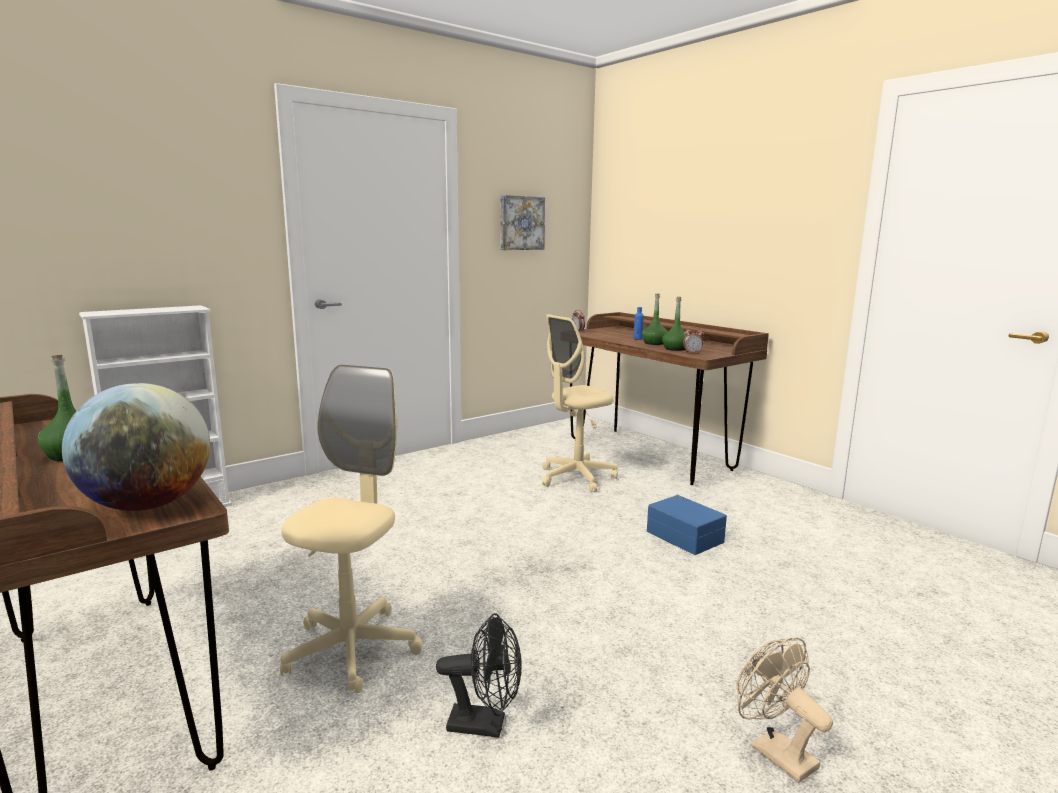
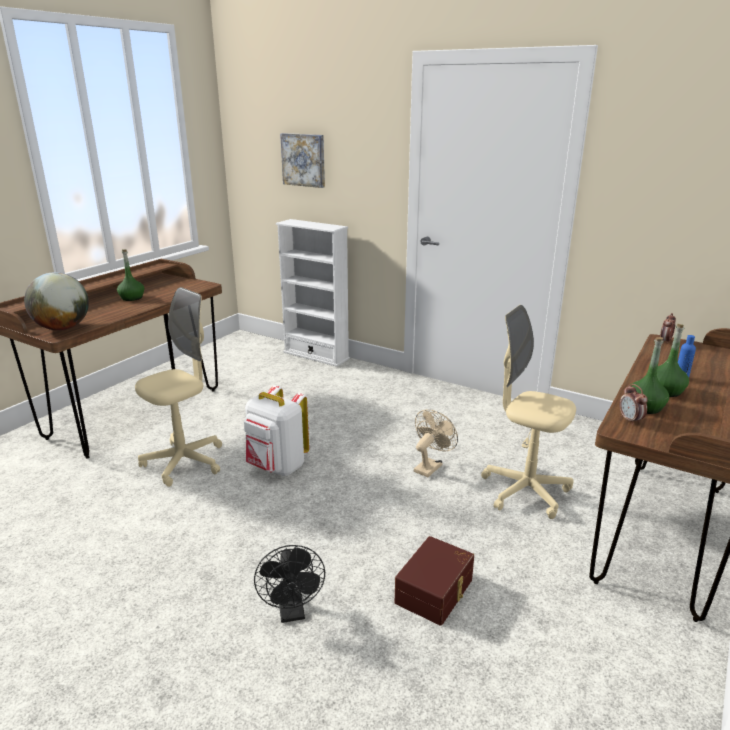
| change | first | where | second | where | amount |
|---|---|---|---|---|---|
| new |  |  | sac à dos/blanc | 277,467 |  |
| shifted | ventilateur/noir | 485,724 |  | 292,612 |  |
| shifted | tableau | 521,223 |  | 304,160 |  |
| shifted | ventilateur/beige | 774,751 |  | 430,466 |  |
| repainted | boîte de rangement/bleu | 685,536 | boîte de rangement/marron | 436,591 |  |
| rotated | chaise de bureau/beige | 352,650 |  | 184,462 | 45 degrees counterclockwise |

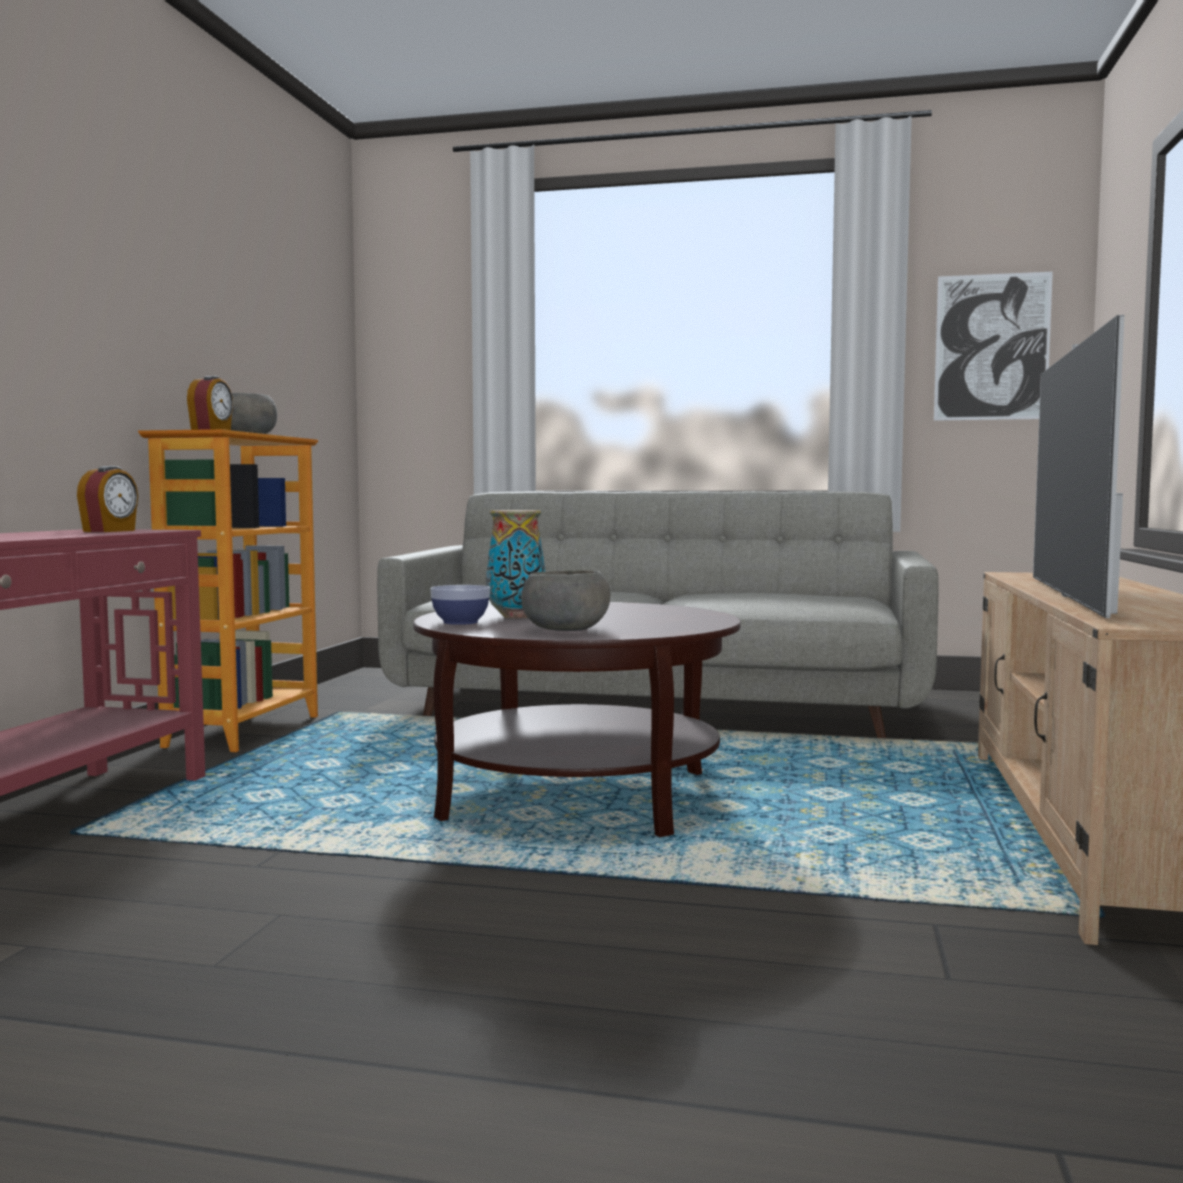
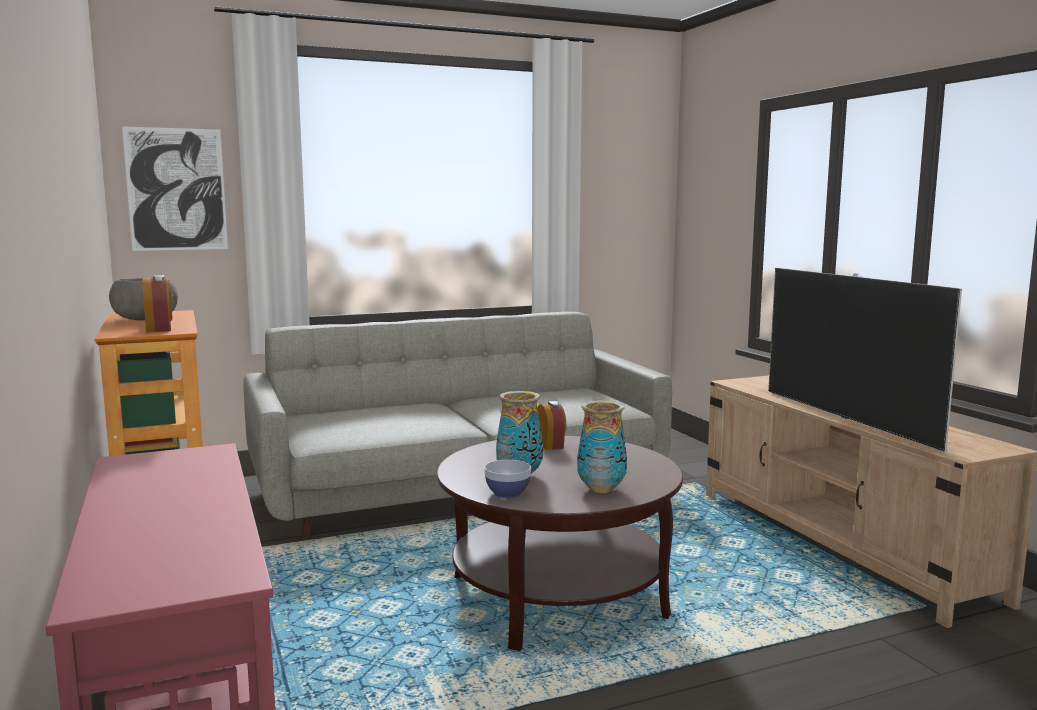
| change | first | where | second | where | amount |
|---|---|---|---|---|---|
| shifted | réveil | 110,531 |  | 551,445 |  |
| shifted | tableau | 992,347 |  | 176,189 |  |
| swapped | bol/gris | 565,629 | vase | 601,489 |  |

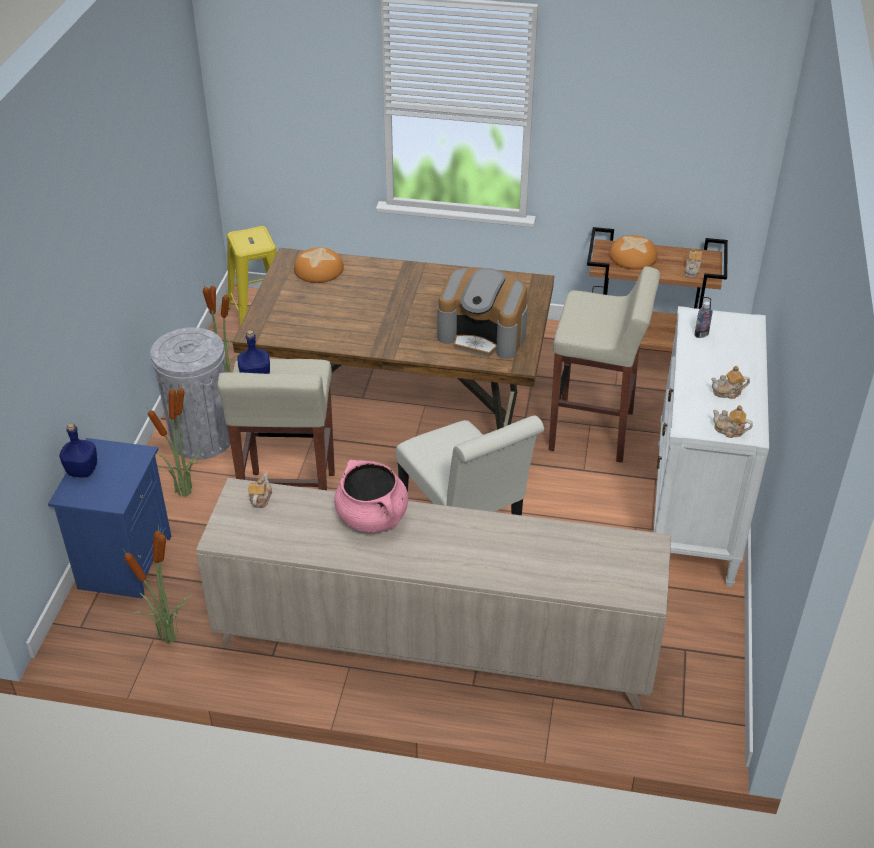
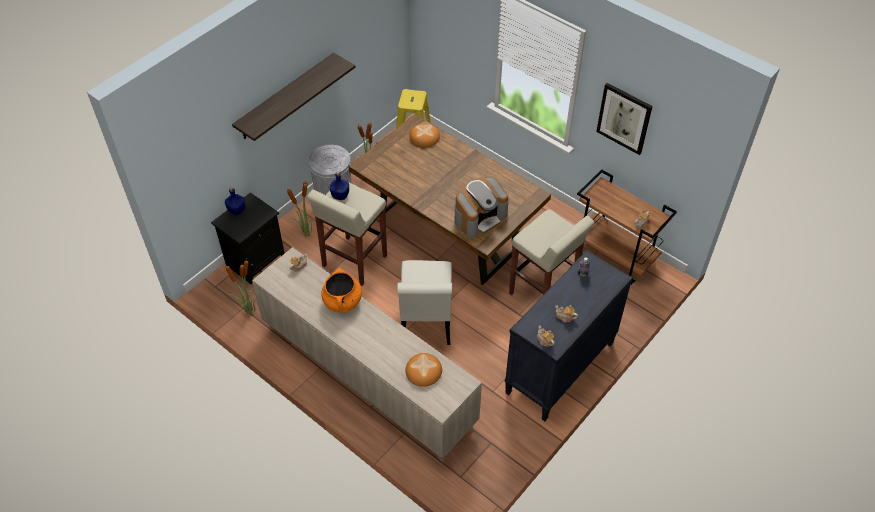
| change | first | where | second | where | amount |
|---|---|---|---|---|---|
| new |  |  | étagère | 286,97 |  |
| new |  |  | tableau | 624,118 |  |
| shifted | pain | 633,257 |  | 423,371 |  |
| repainted | table de chevet/bleu | 124,560 | table de chevet/noir | 255,259 |  |
| repainted | marmite/rose | 372,517 | marmite/orange | 342,301 |  |
| repainted | commode/blanc | 694,513 | commode/noir | 559,369 |  |
| rotated | machine à café | 483,335 |  | 480,217 | 90 degrees counterclockwise |

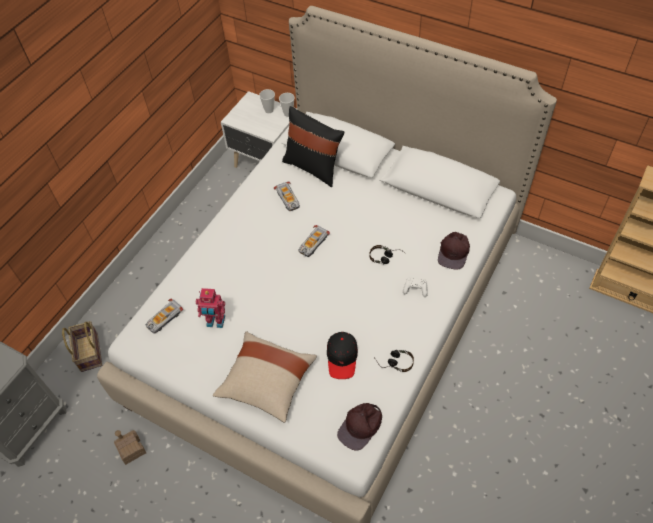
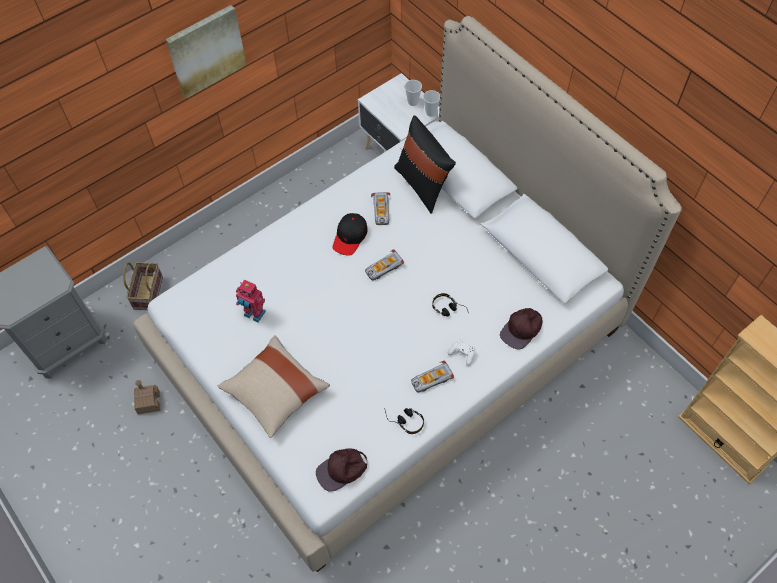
| change | first | where | second | where | amount |
|---|---|---|---|---|---|
| new |  |  | tableau | 206,50 |  |
| shifted | petite voiture | 164,318 |  | 431,379 |  |
| shifted | casquette/noir | 342,357 |  | 350,237 |  |

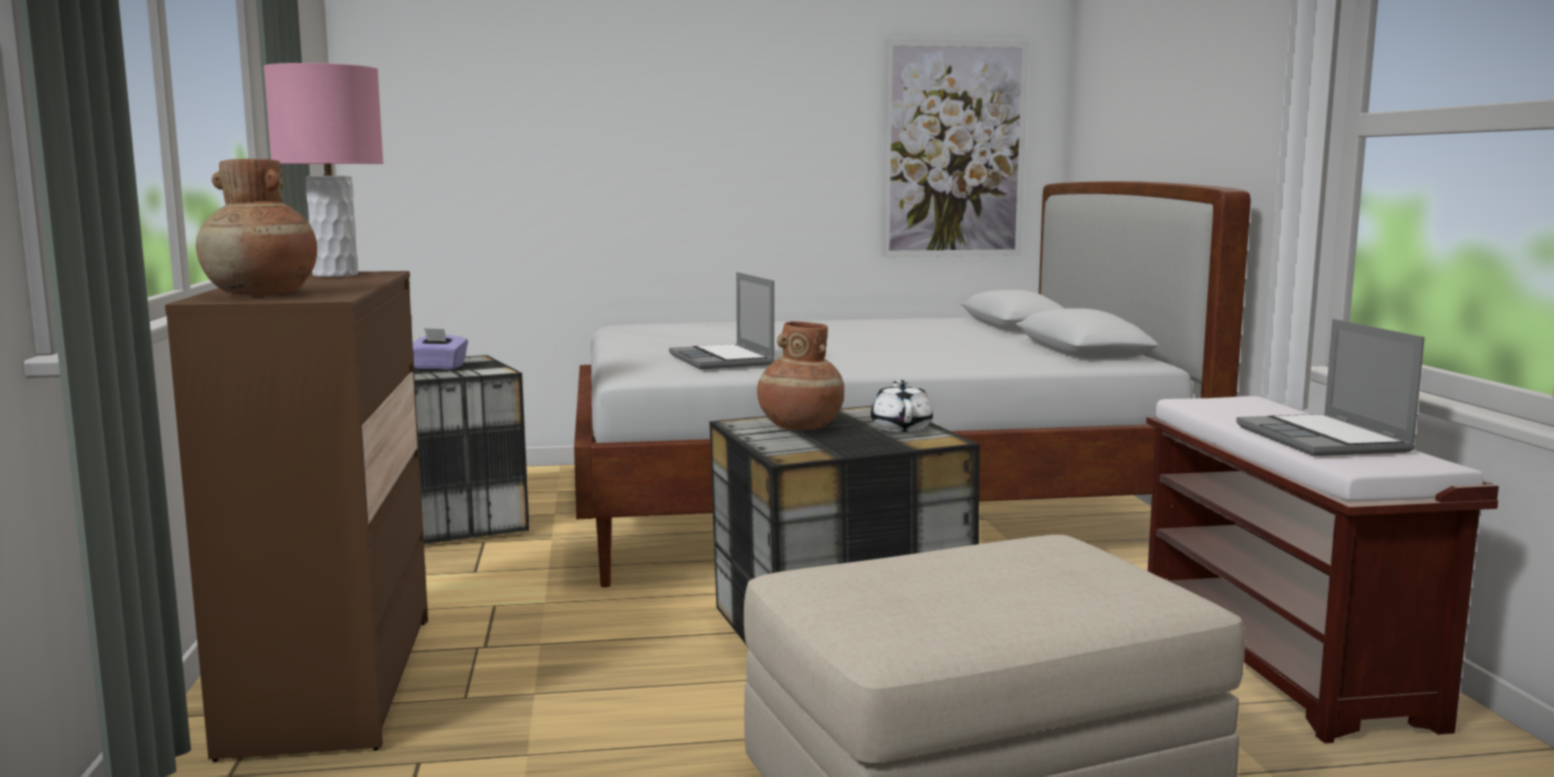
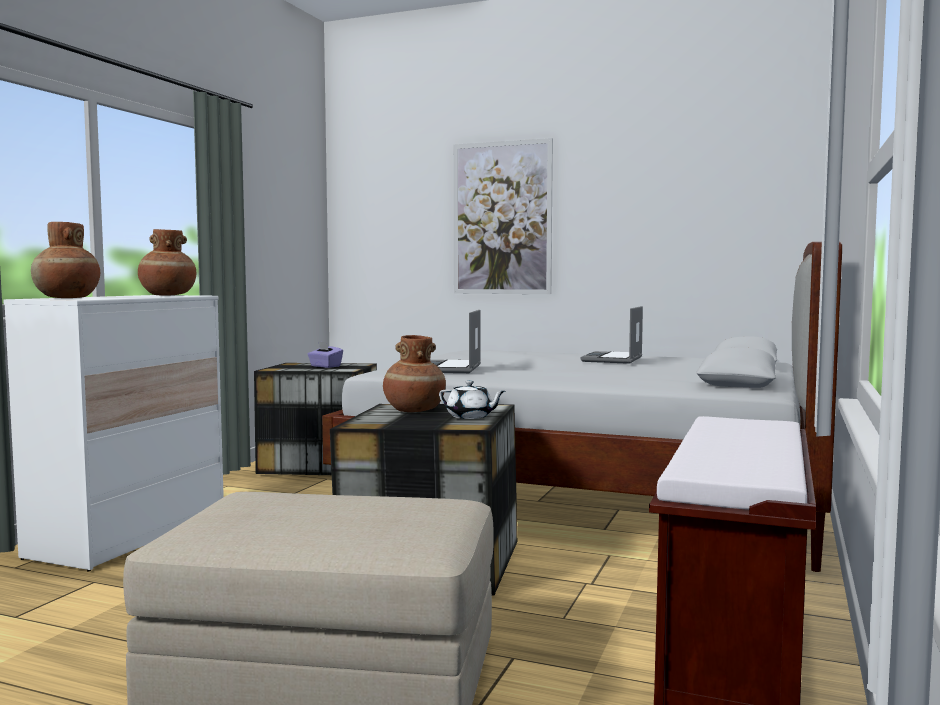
| change | first | where | second | where | amount |
|---|---|---|---|---|---|
| shifted | tableau | 954,150 |  | 502,218 |  |
| shifted | ordinateur portable | 1325,439 |  | 613,359 |  |
| swapped | lampe de table/rose | 334,275 | vase/marron | 167,295 |  |
| repainted | commode/marron | 333,683 | commode/blanc | 130,535 |  |
| rotated | théière/blanc | 901,427 |  | 470,417 | 90 degrees clockwise |

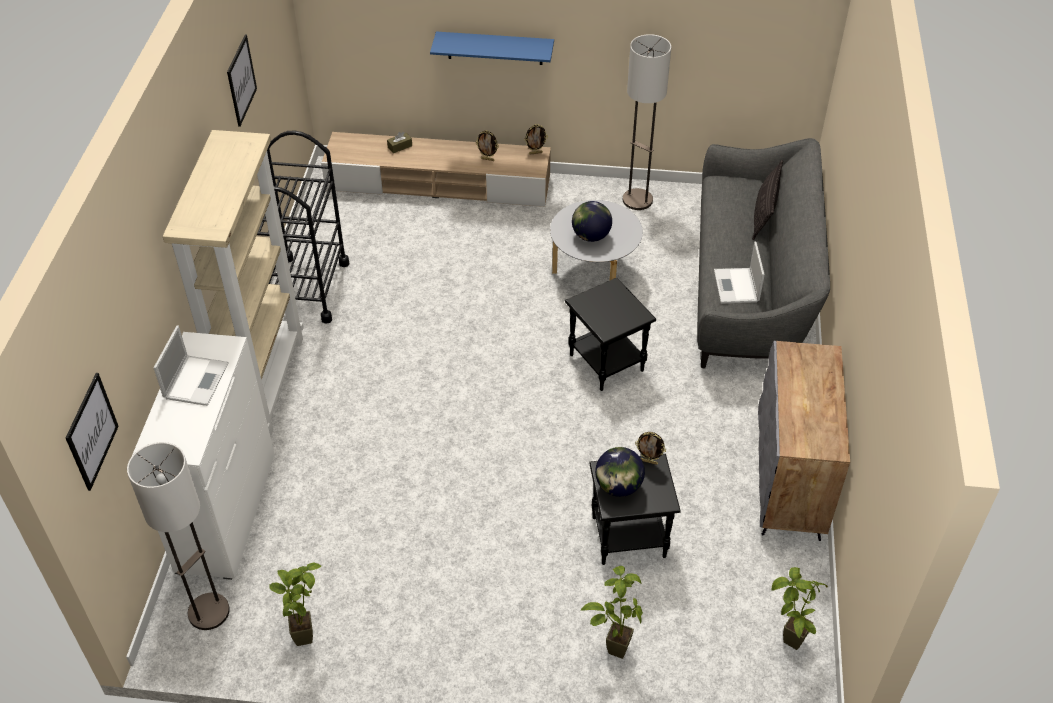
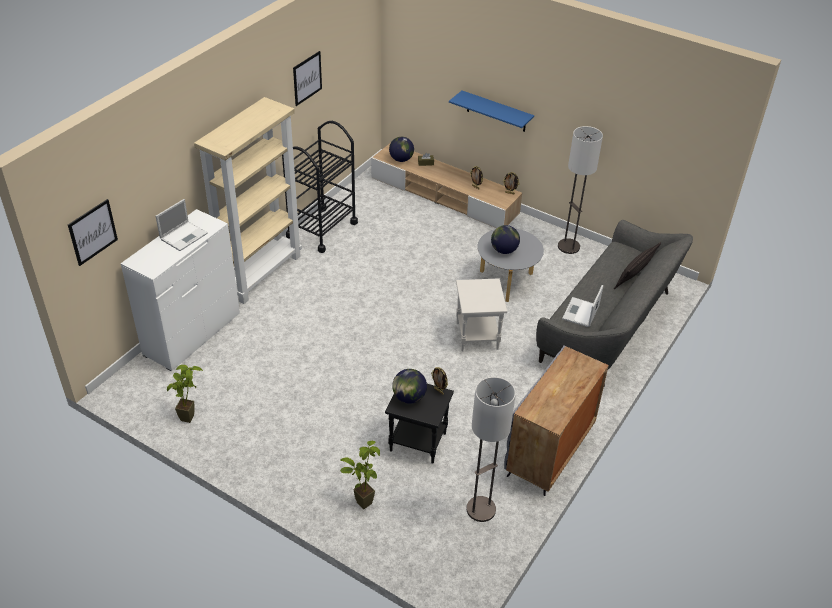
| change | first | where | second | where | amount |
|---|---|---|---|---|---|
| gone | plante en pot | 787,645 |  |  |  |
| new |  |  | globe | 401,159 |  |
| shifted | lampadaire | 209,612 |  | 481,510 |  |
| repainted | table d'appoint/noir | 608,363 | table d'appoint/blanc | 478,336 |  |

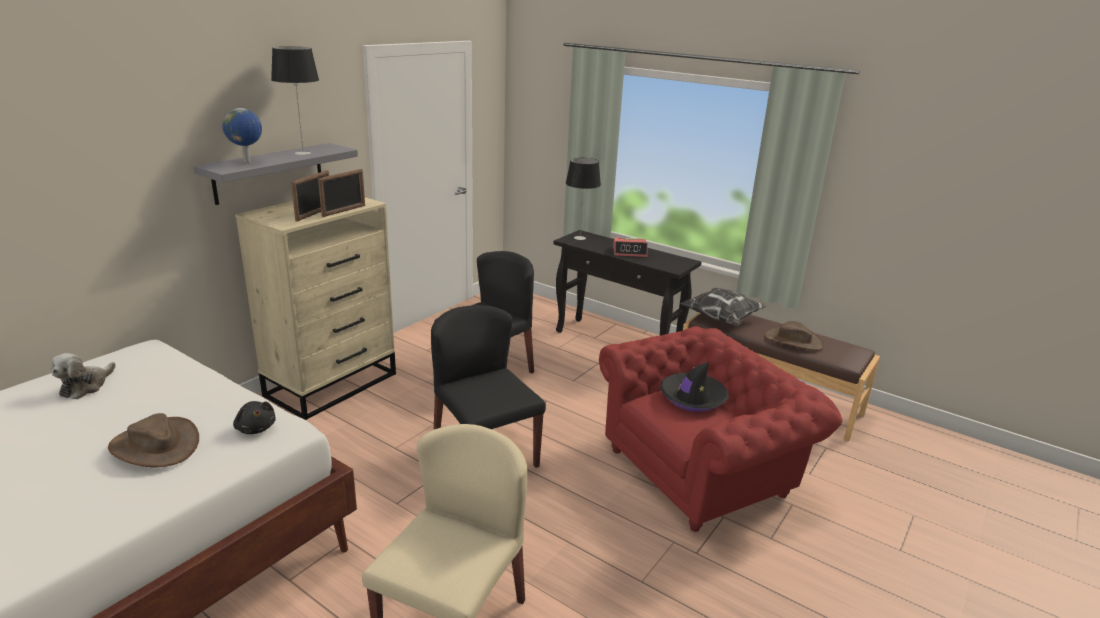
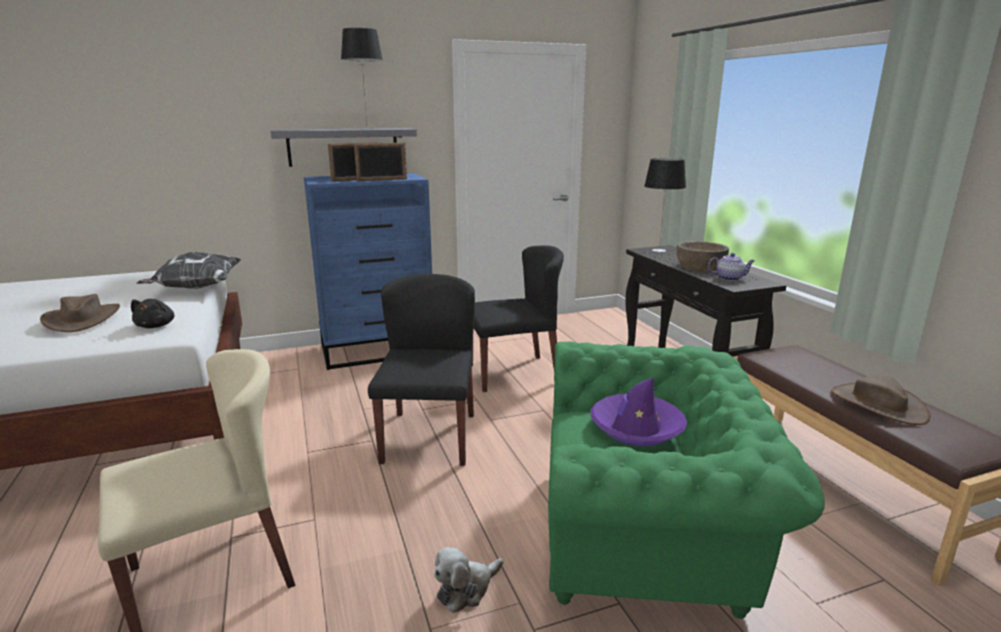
| change | first | where | second | where | amount |
|---|---|---|---|---|---|
| gone | globe | 247,162 |  |  |  |
| new |  |  | théière | 729,278 |  |
| shifted | peluche | 85,386 |  | 466,589 |  |
| shifted | coussin | 722,320 |  | 195,288 |  |
| swapped | réveil | 630,252 | bol/marron | 700,267 |  |
| repainted | commode/beige | 332,384 | commode/bleu | 379,350 |  |
| repainted | fauteuil/rouge | 702,471 | fauteuil/vert | 648,537 |  |
| repainted | chapeau/noir | 692,398 | chapeau/violet | 636,428 |  |

